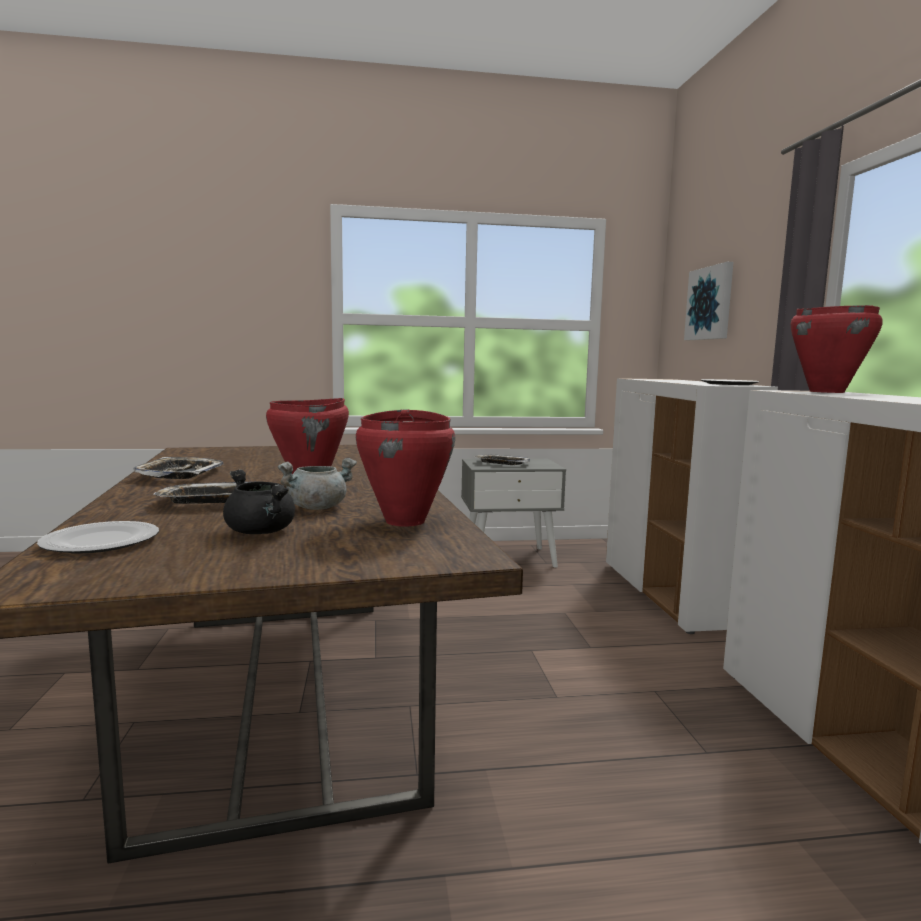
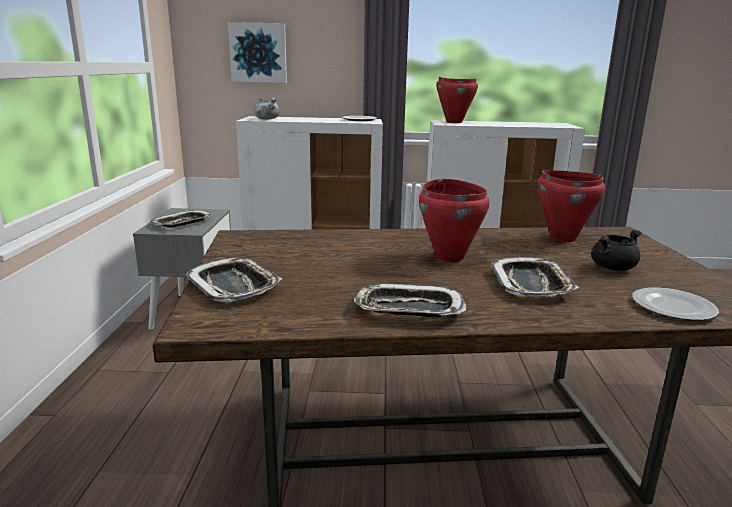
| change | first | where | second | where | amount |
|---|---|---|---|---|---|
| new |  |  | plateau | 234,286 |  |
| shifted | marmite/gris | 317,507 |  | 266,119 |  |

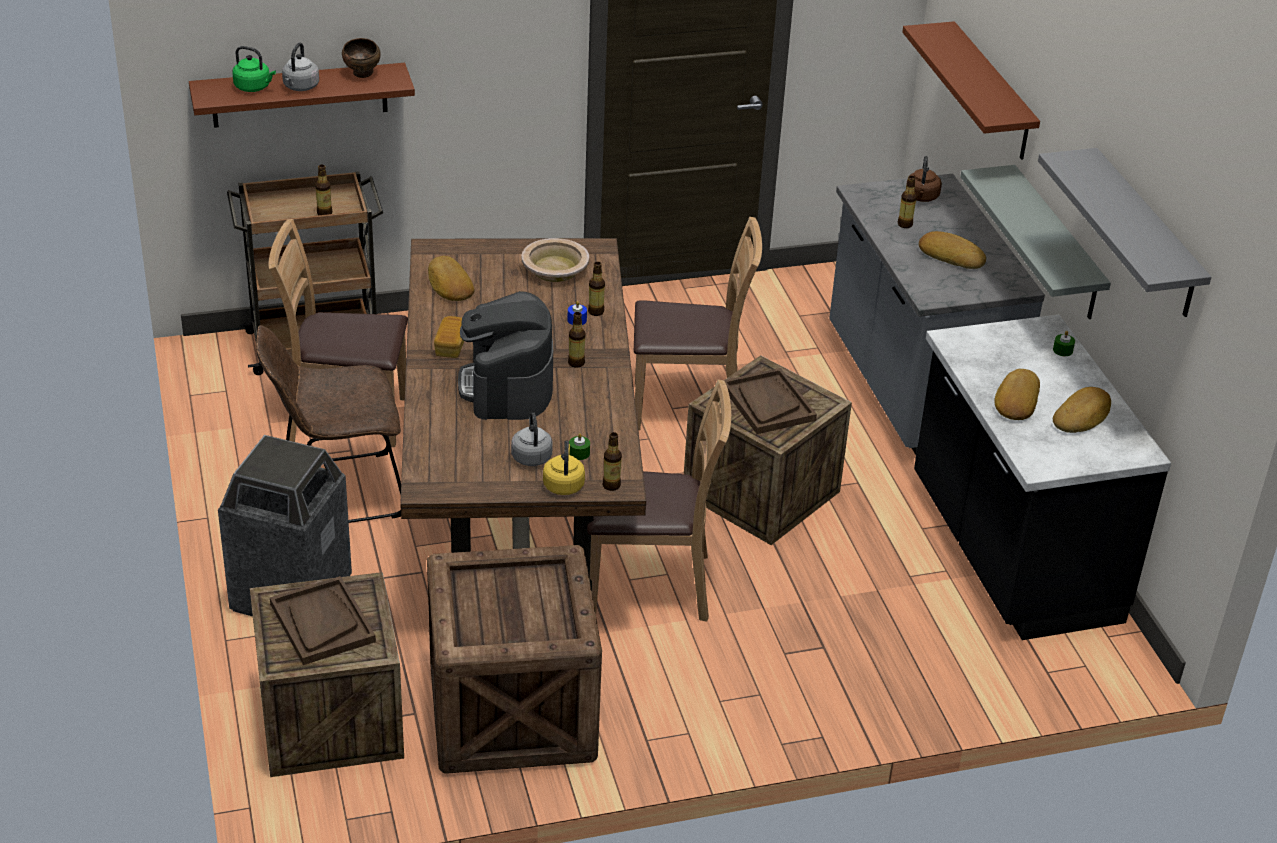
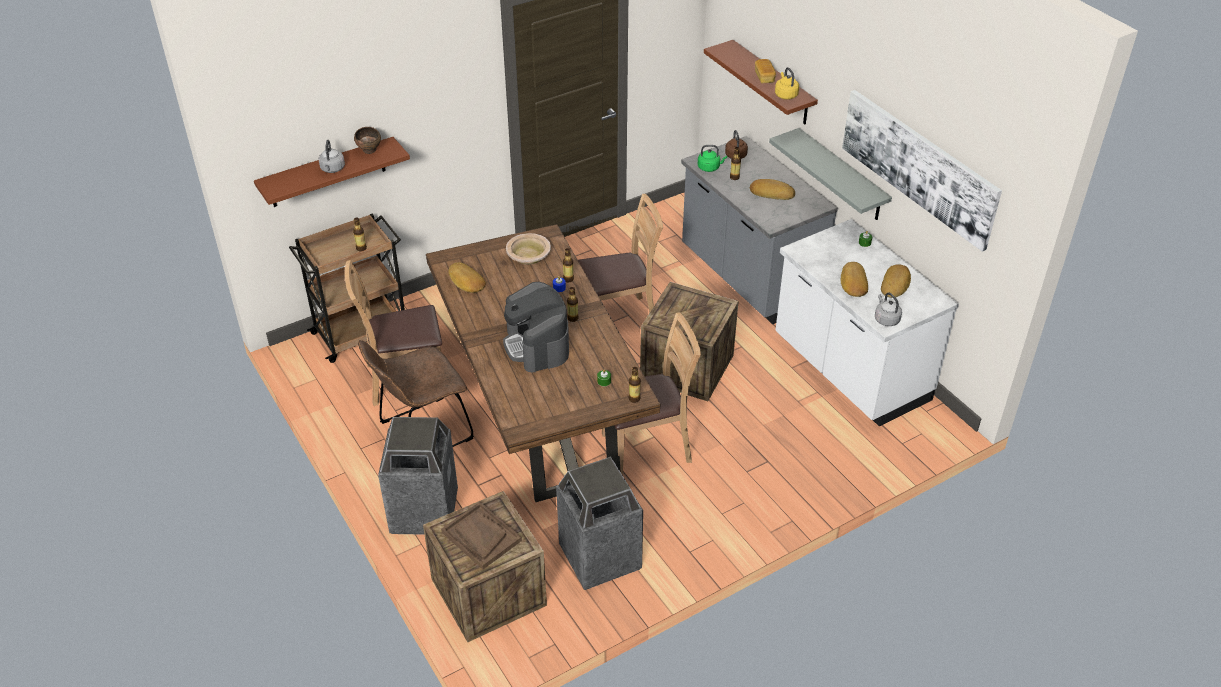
| change | first | where | second | where | amount |
|---|---|---|---|---|---|
| gone | plateau/marron | 768,403 |  |  |  |
| shifted | bouilloire/vert | 254,87 |  | 710,168 |  |
| shifted | pain | 451,346 |  | 764,77 |  |
| shifted | bouilloire/gris | 531,456 |  | 886,319 |  |
| shifted | bouilloire/jaune | 563,484 |  | 785,95 |  |
| swapped | caisse | 510,715 | poubelle | 599,558 |  |
| swapped | étagère/gris | 1145,235 | tableau | 918,167 |  |
| repainted | comptoir de cuisine/noir | 1011,553 | comptoir de cuisine/blanc | 849,371 |  |

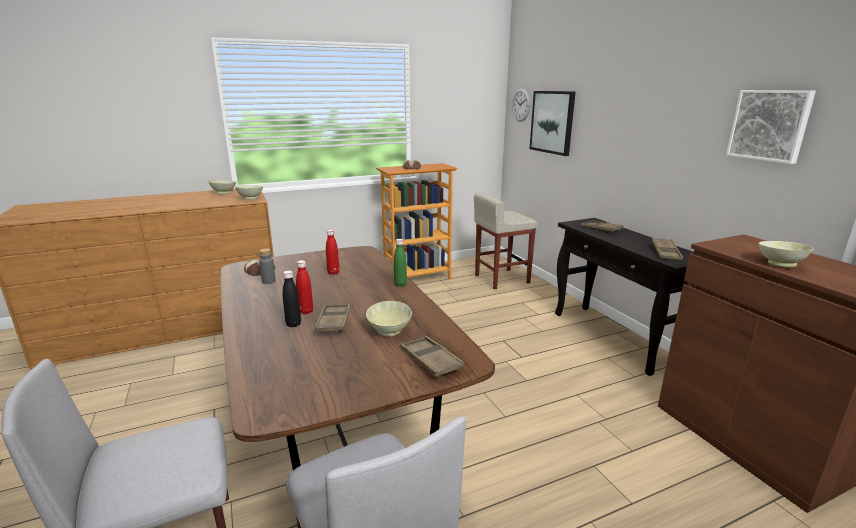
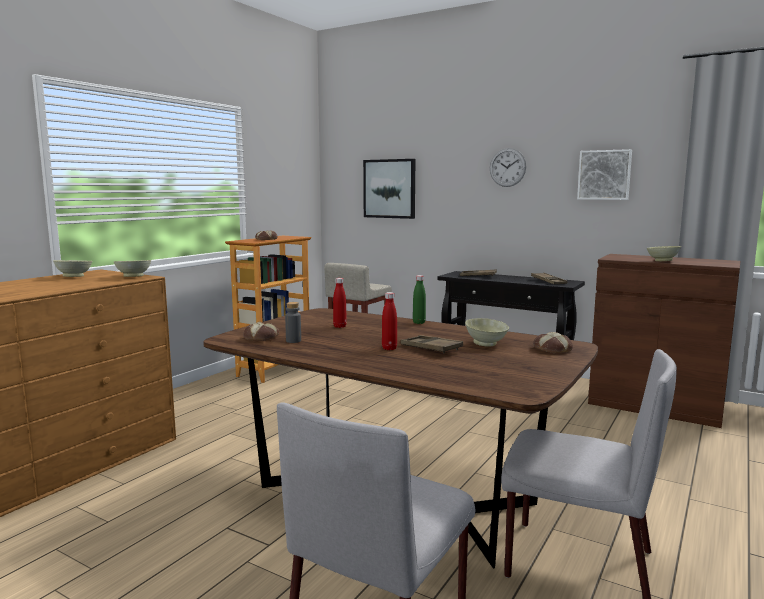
| change | first | where | second | where | amount |
|---|---|---|---|---|---|
| gone | bouteille/noir | 293,324 |  |  |  |
| shifted | horloge murale | 521,105 |  | 507,167 |  |
| swapped | plateau/marron | 430,360 | pain | 551,349 |  |

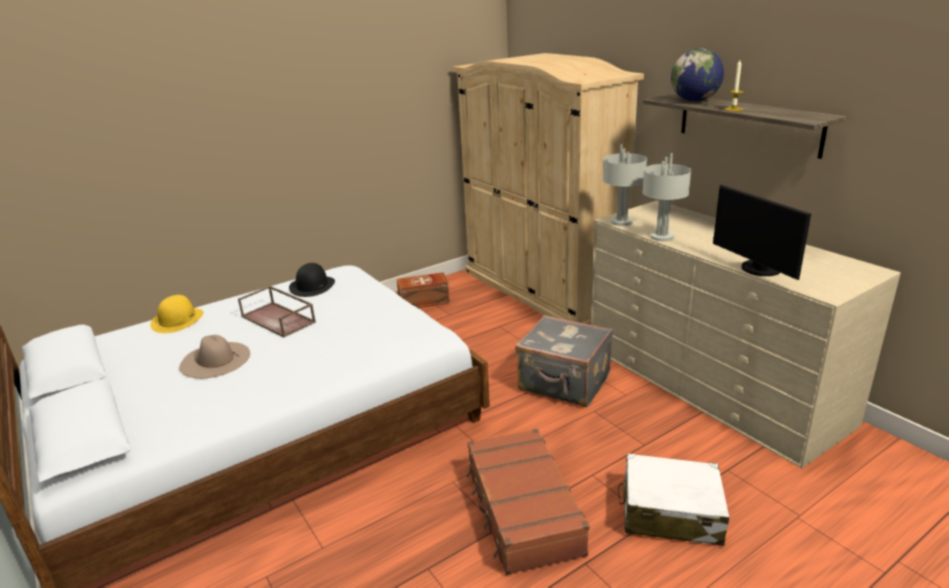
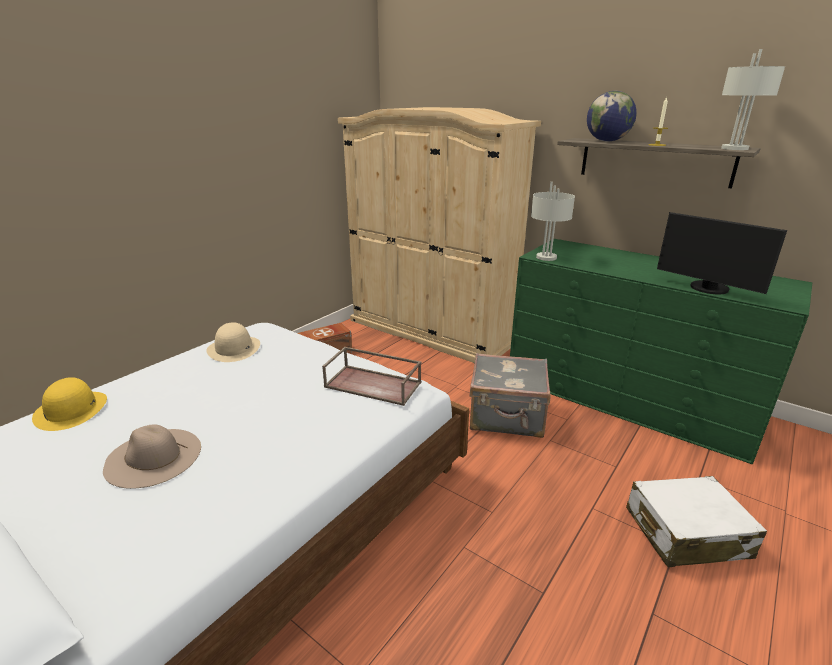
| change | first | where | second | where | amount |
|---|---|---|---|---|---|
| gone | valise/marron | 522,510 |  |  |  |
| shifted | plateau/marron | 279,319 |  | 374,384 |  |
| shifted | lampe de table/gris | 662,237 |  | 735,148 |  |
| repainted | chapeau/noir | 312,286 | chapeau/beige | 234,349 |  |
| repainted | commode/beige | 710,383 | commode/vert | 627,397 |  |

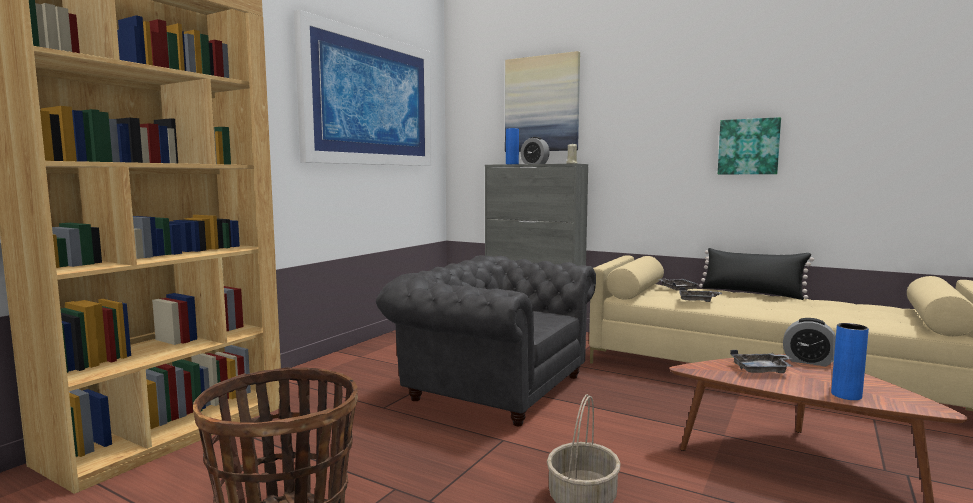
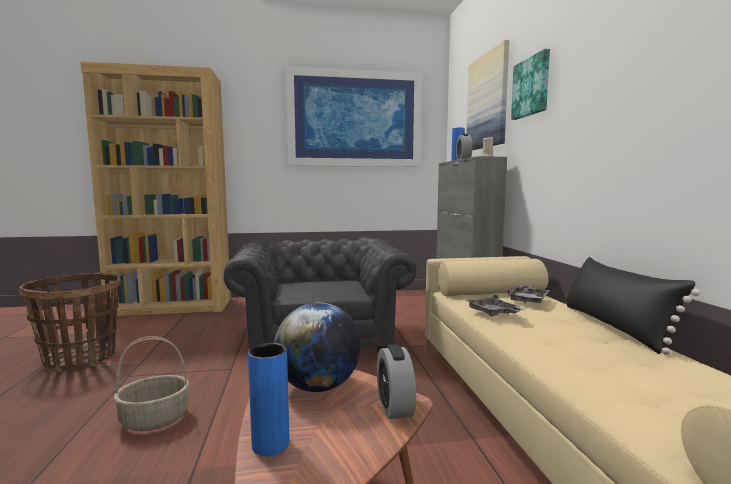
| change | first | where | second | where | amount |
|---|---|---|---|---|---|
| shifted | tableau | 748,146 |  | 531,87 |  |
| swapped | plateau/gris | 762,370 | globe | 318,386 |  |

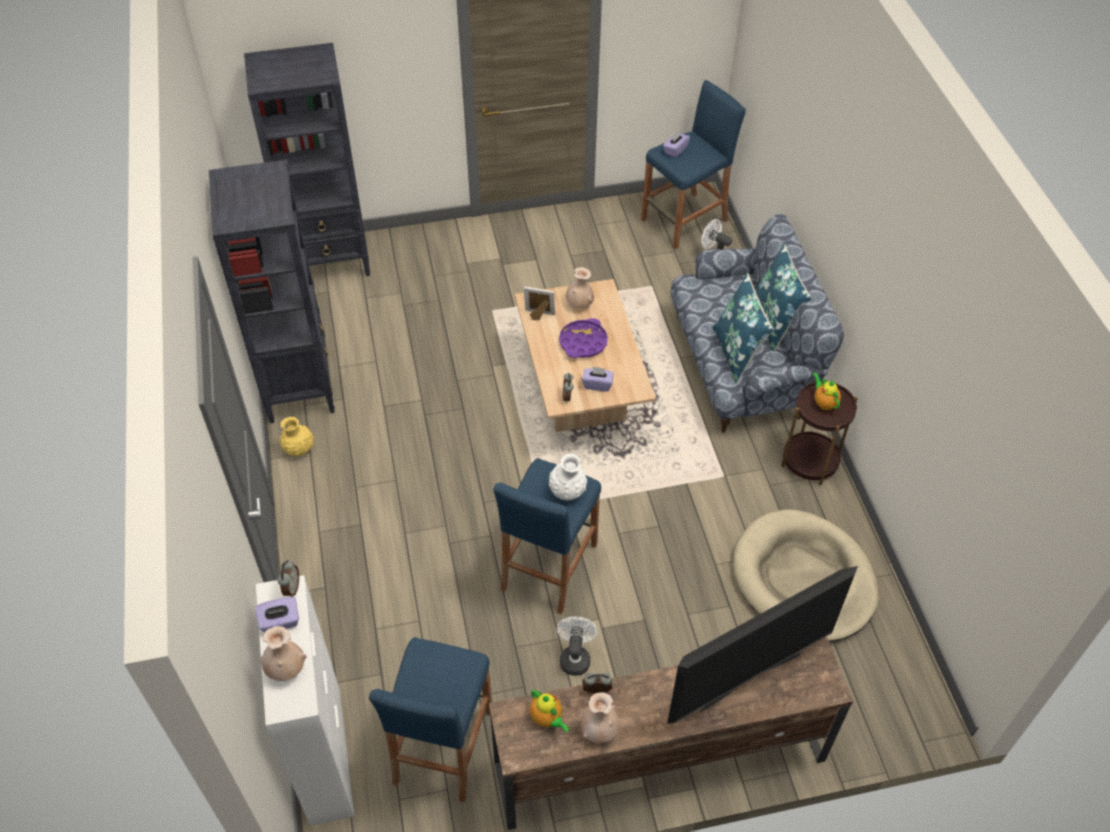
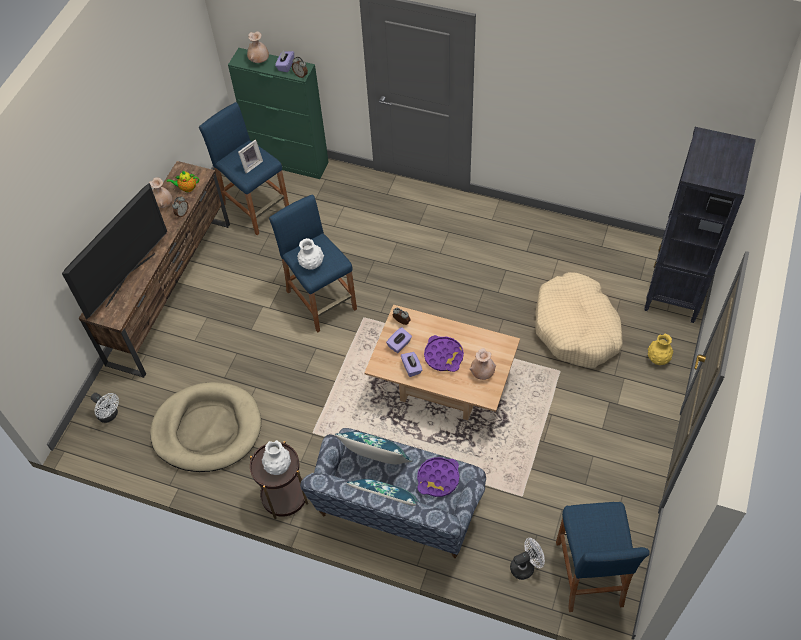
| change | first | where | second | where | amount |
|---|---|---|---|---|---|
| gone | bibliothèque/noir | 299,386 |  |  |  |
| new |  |  | plateau/violet | 438,479 |  |
| new |  |  | panier pour chien/beige | 576,328 |  |
| shifted | vase/jaune | 299,450 |  | 658,358 |  |
| shifted | cadre photo | 539,316 |  | 251,165 |  |
| shifted | ventilateur/blanc | 575,657 |  | 110,415 |  |
| shifted | boîte à mouchoirs/violet | 675,150 |  | 411,368 |  |
| swapped | théière | 824,402 | vase/blanc | 278,466 |  |
| repainted | meuble de rangement/blanc | 325,754 | meuble de rangement/vert | 289,162 |  |
| rotated | téléviseur | 749,680 |  | 129,279 | 150 degrees counterclockwise |

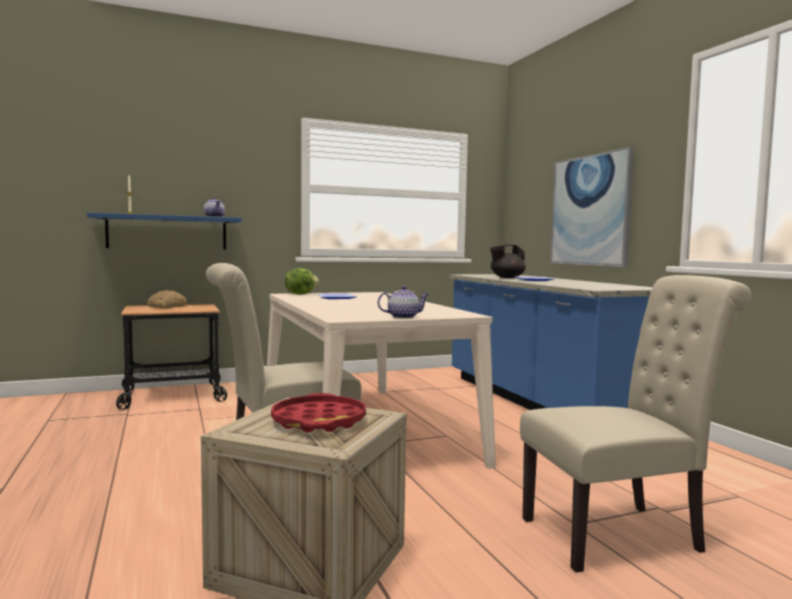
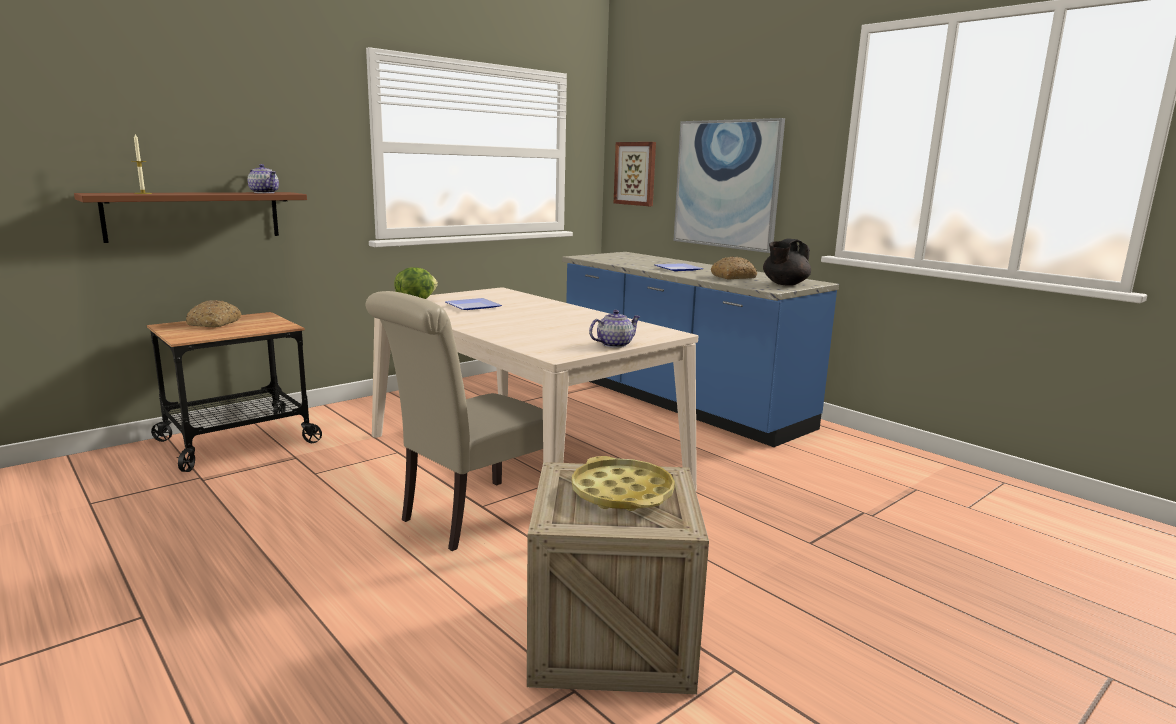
| change | first | where | second | where | amount |
|---|---|---|---|---|---|
| gone | chaise/beige | 621,534 |  |  |  |
| new |  |  | tableau | 635,173 |  |
| new |  |  | pain | 733,277 |  |
| shifted | théière/noir | 506,278 |  | 784,284 |  |
| repainted | étagère/bleu | 167,232 | étagère/marron | 194,215 |  |
| repainted | plateau/rouge | 319,421 | plateau/jaune | 622,493 |  |

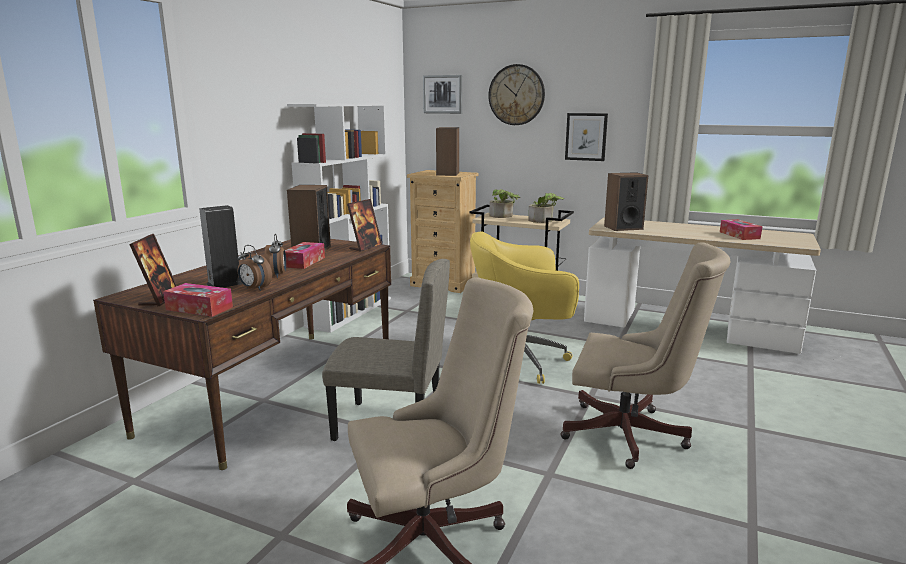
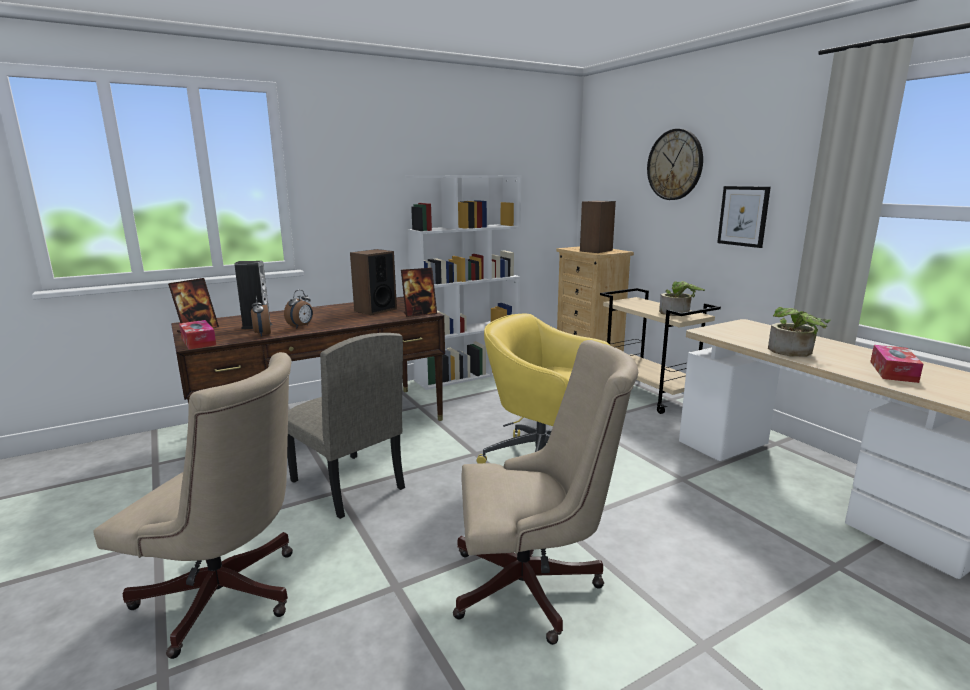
| change | first | where | second | where | amount |
|---|---|---|---|---|---|
| gone | boîte à mouchoirs | 304,262 |  |  |  |
| gone | tableau | 443,94 |  |  |  |
| gone | enceinte | 623,227 |  |  |  |
| shifted | plante en pot | 503,216 |  | 793,352 |  |
| rotated | chaise de bureau/beige | 631,436 |  | 535,587 | 60 degrees counterclockwise |

